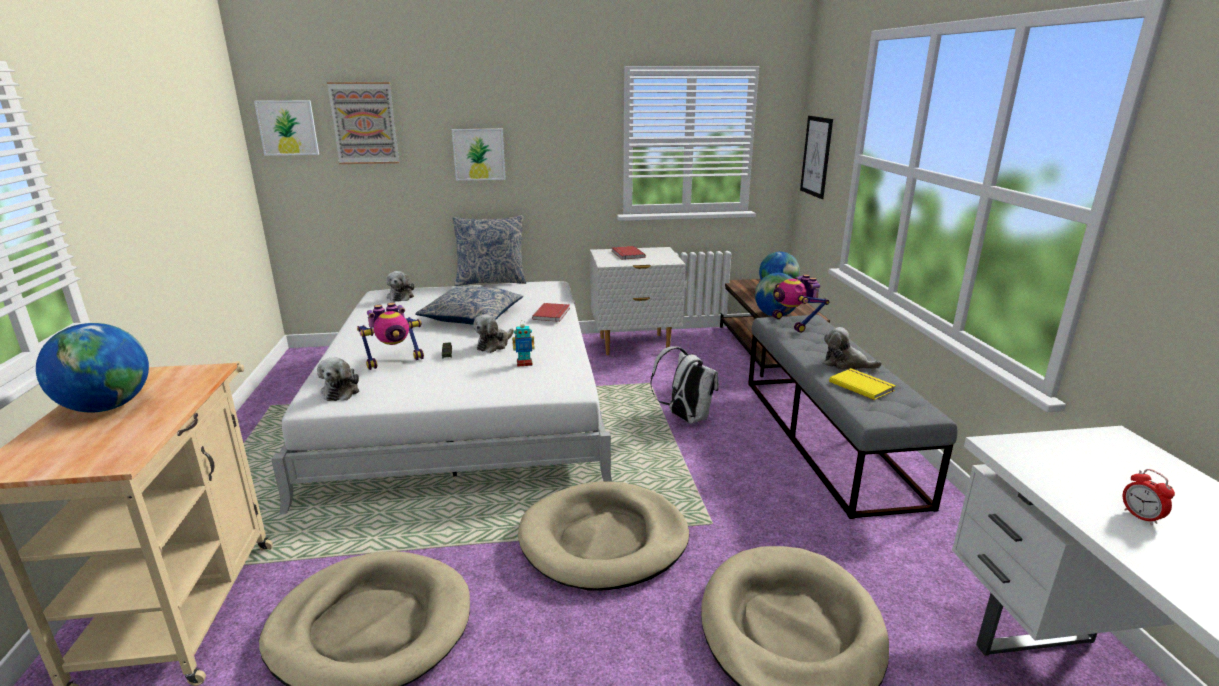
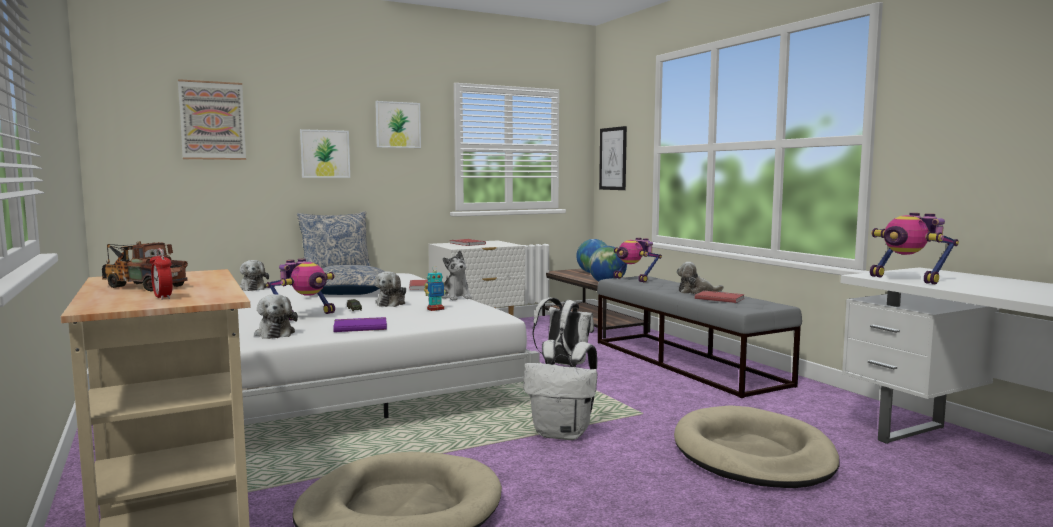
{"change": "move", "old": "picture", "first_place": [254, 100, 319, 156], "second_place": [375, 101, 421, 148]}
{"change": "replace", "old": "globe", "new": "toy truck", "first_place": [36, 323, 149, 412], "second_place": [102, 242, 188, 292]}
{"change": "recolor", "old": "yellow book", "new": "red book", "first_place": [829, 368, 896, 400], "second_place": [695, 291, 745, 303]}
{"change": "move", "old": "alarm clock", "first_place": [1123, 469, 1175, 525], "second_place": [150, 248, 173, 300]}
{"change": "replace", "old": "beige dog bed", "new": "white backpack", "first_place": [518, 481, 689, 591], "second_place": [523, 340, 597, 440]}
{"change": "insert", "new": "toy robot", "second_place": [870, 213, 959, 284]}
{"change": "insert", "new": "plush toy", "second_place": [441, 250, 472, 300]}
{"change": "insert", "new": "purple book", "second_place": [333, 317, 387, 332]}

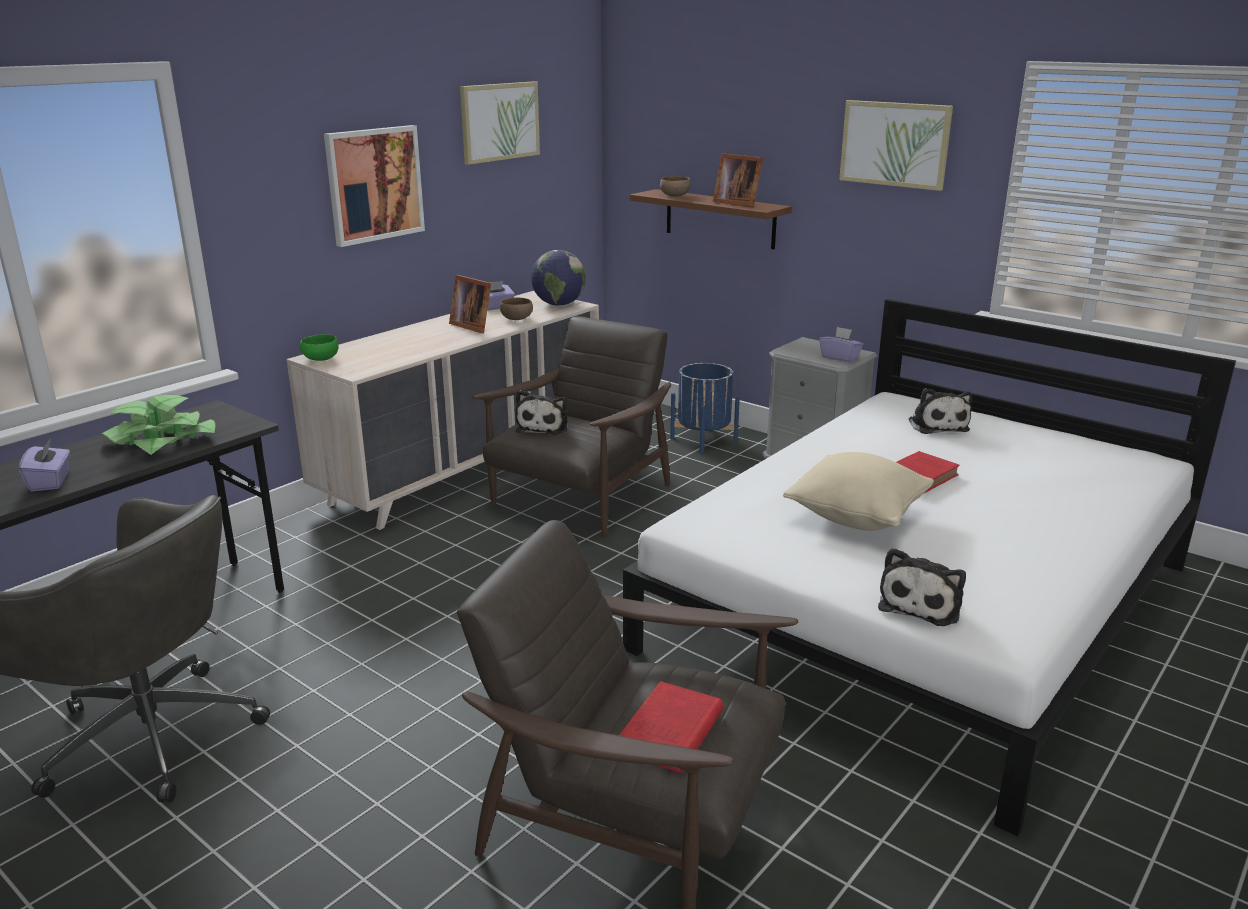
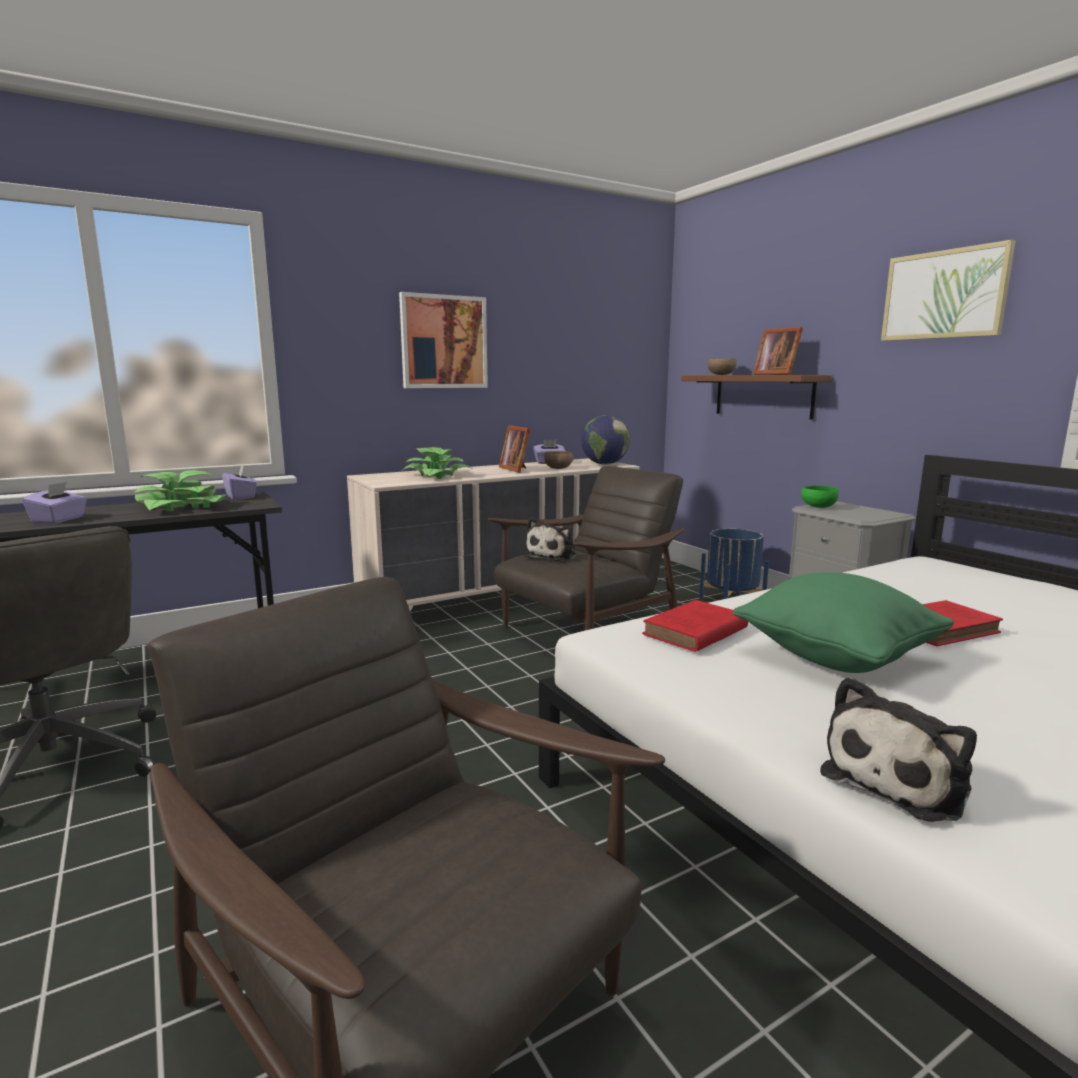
{"change": "delete", "old": "picture", "first_place": [460, 81, 540, 165]}
{"change": "move", "old": "purple tissue box", "first_place": [819, 327, 863, 362], "second_place": [222, 465, 257, 500]}
{"change": "move", "old": "green bowl", "first_place": [300, 334, 339, 361], "second_place": [801, 485, 839, 508]}
{"change": "delete", "old": "plush toy", "first_place": [908, 388, 972, 434]}
{"change": "recolor", "old": "beige pillow", "new": "green pillow", "first_place": [783, 452, 934, 531], "second_place": [733, 572, 954, 673]}
{"change": "move", "old": "red book", "first_place": [619, 681, 723, 773], "second_place": [642, 600, 748, 652]}
{"change": "insert", "new": "potted plant", "second_place": [401, 447, 471, 479]}

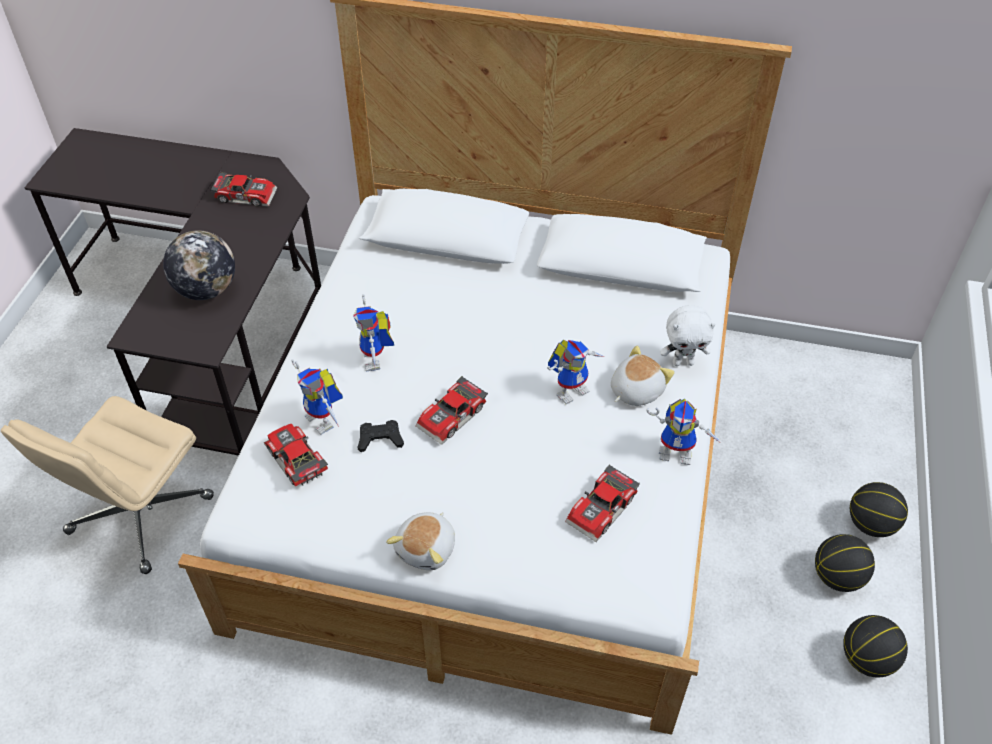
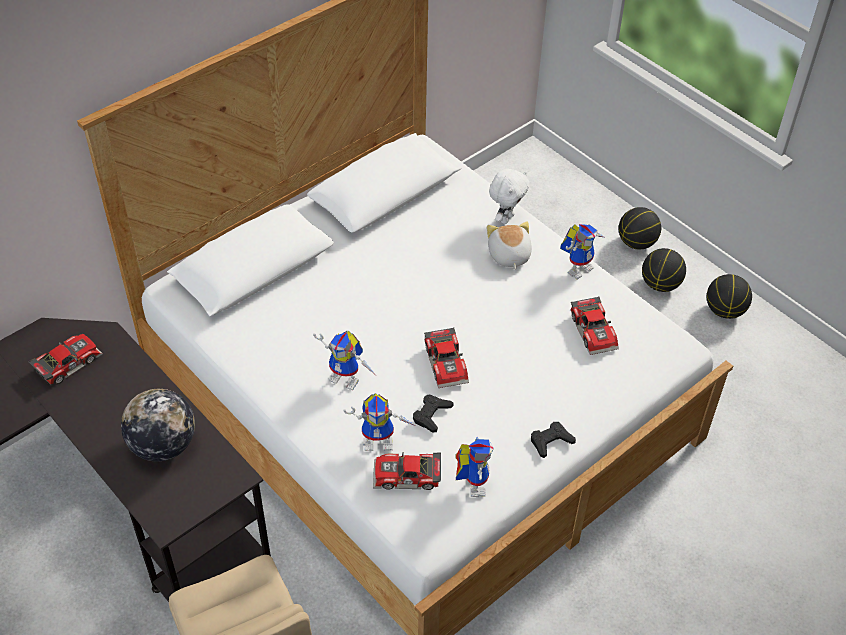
{"change": "move", "old": "toy robot", "first_place": [547, 340, 604, 404], "second_place": [455, 437, 493, 497]}
{"change": "replace", "old": "plush toy", "new": "black game controller", "first_place": [386, 512, 455, 570], "second_place": [531, 422, 576, 458]}

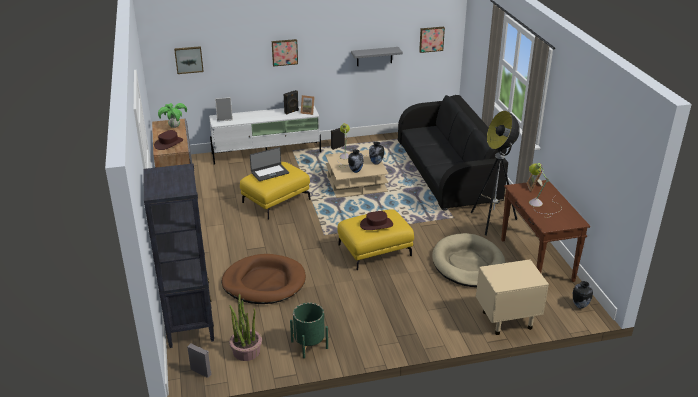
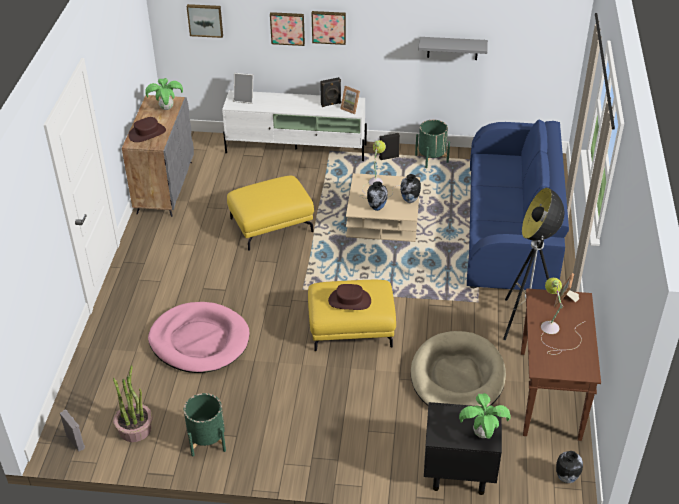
{"change": "move", "old": "picture", "first_place": [419, 27, 445, 53], "second_place": [270, 12, 305, 46]}
{"change": "recolor", "old": "black sofa", "new": "blue sofa", "first_place": [398, 95, 508, 211], "second_place": [467, 119, 569, 290]}
{"change": "delete", "old": "laptop", "first_place": [250, 147, 289, 181]}
{"change": "delete", "old": "black bookcase", "first_place": [143, 163, 214, 348]}
{"change": "recolor", "old": "brown dog bed", "new": "pink dog bed", "first_place": [222, 254, 306, 304], "second_place": [148, 302, 249, 373]}
{"change": "recolor", "old": "beige nightstand", "new": "black nightstand", "first_place": [476, 259, 549, 335], "second_place": [424, 402, 502, 495]}
{"change": "insert", "new": "green planter", "second_place": [415, 120, 450, 168]}
{"change": "insert", "new": "potted plant", "second_place": [459, 393, 511, 439]}

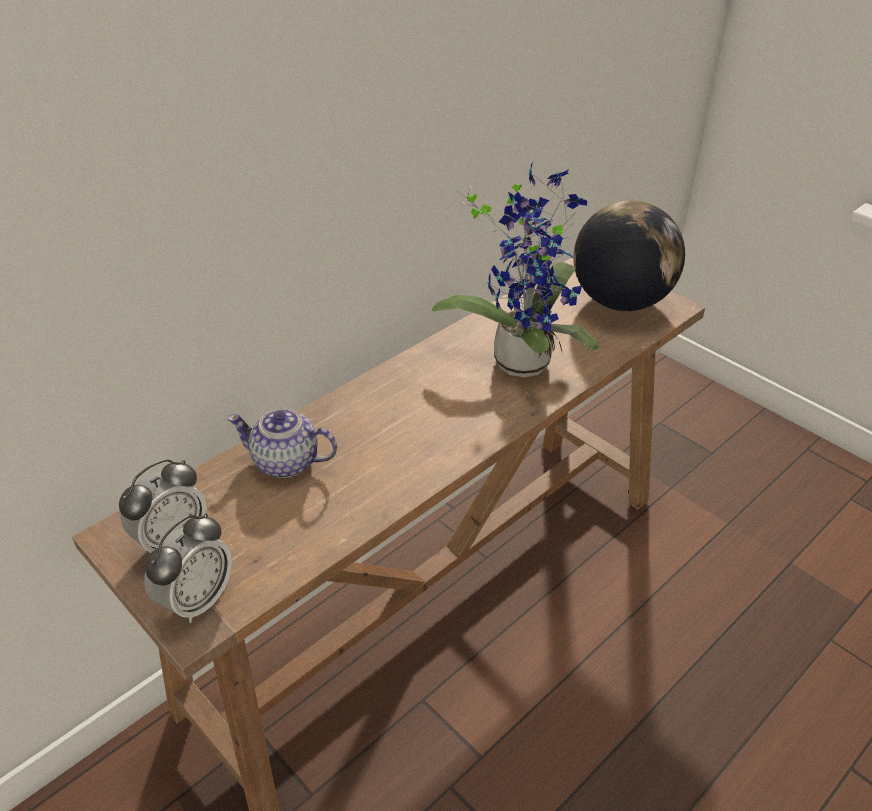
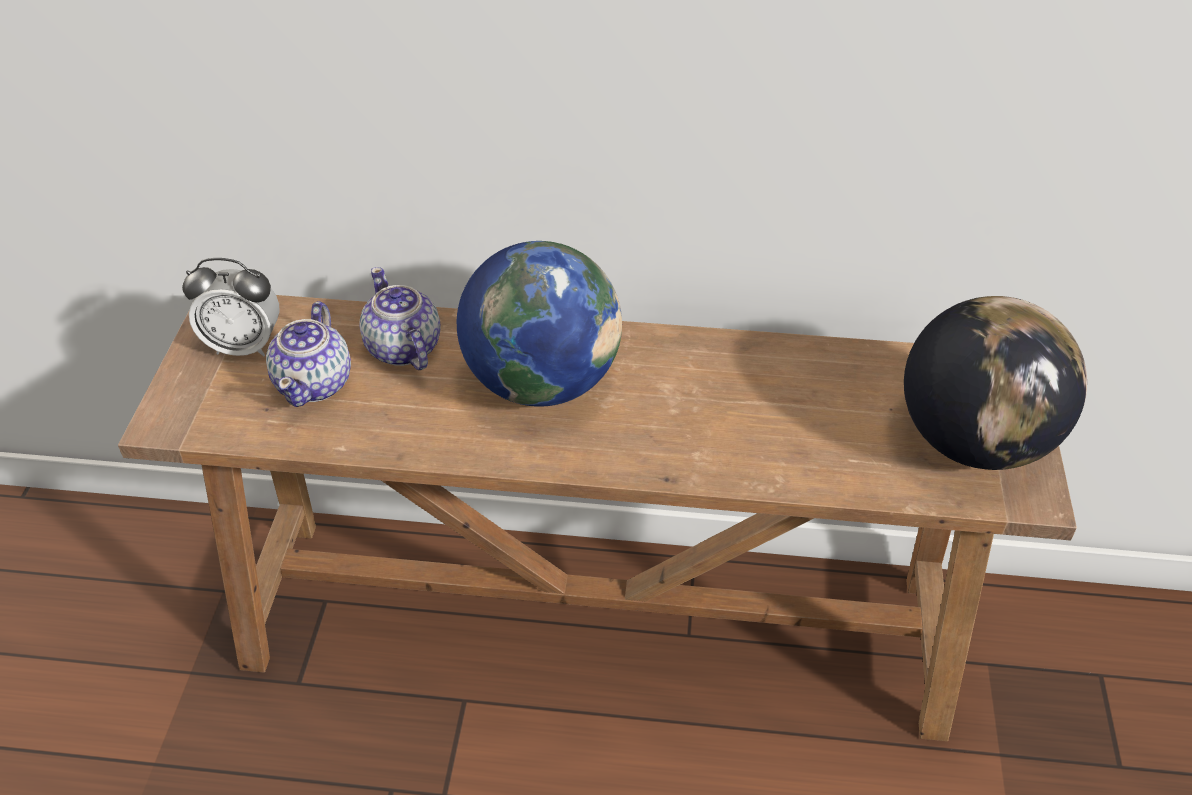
{"change": "delete", "old": "potted plant", "first_place": [432, 162, 599, 377]}
{"change": "delete", "old": "alarm clock", "first_place": [144, 513, 232, 623]}
{"change": "insert", "new": "globe", "second_place": [457, 241, 622, 407]}
{"change": "insert", "new": "teapot", "second_place": [266, 301, 351, 407]}

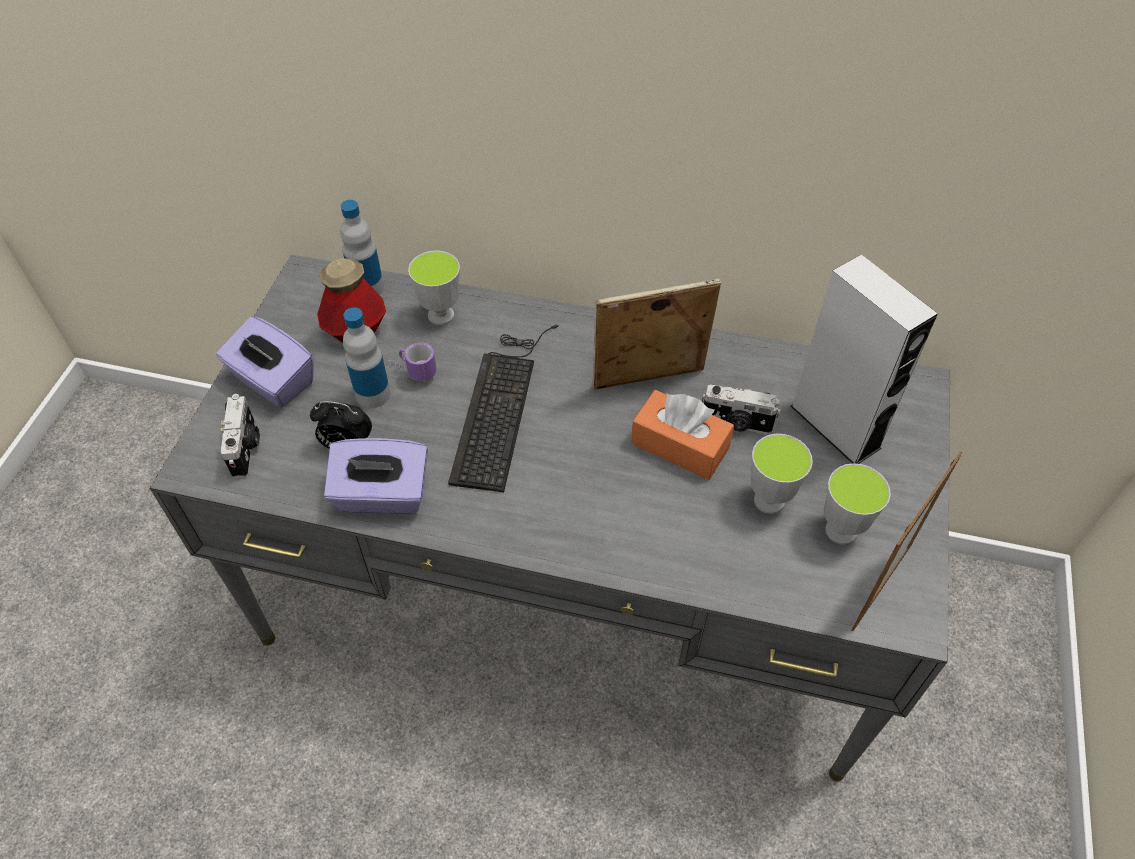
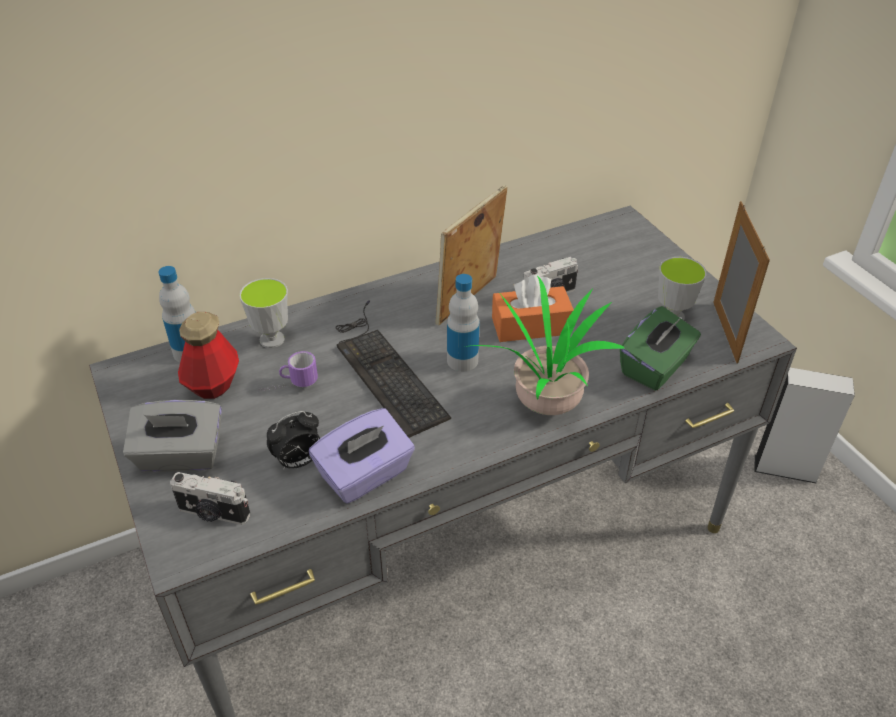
{"change": "move", "old": "grey speaker", "first_place": [791, 255, 938, 464], "second_place": [755, 368, 855, 484]}
{"change": "move", "old": "bottle", "first_place": [343, 307, 391, 408], "second_place": [447, 274, 479, 372]}
{"change": "recolor", "old": "purple tissue box", "new": "grey tissue box", "first_place": [216, 316, 314, 408], "second_place": [123, 400, 222, 472]}
{"change": "rotate", "old": "photo camera", "first_place": [220, 394, 260, 479], "second_place": [170, 472, 251, 525], "degrees": 150}
{"change": "delete", "old": "cup", "first_place": [750, 434, 813, 514]}
{"change": "insert", "new": "potted plant", "second_place": [466, 276, 624, 415]}
{"change": "insert", "new": "green tissue box", "second_place": [620, 306, 701, 391]}

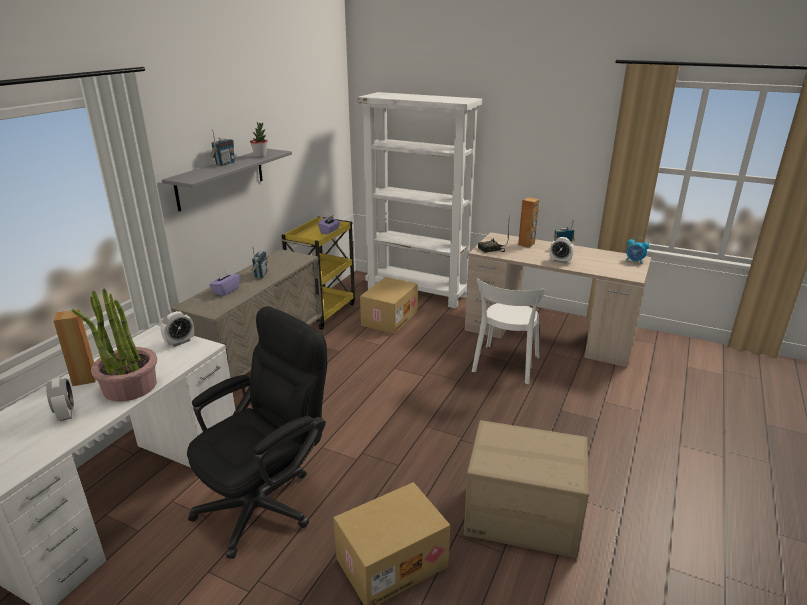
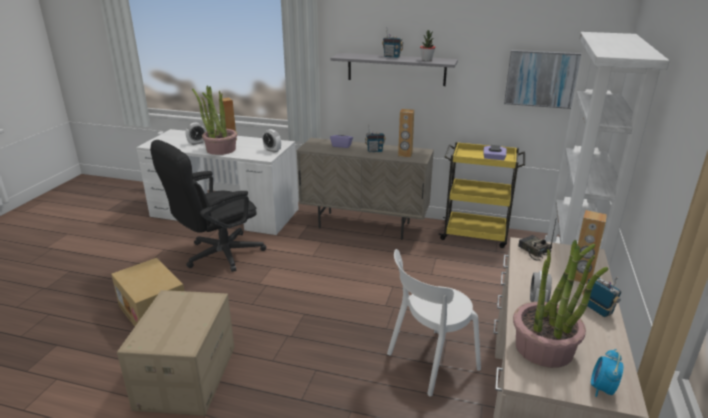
{"change": "delete", "old": "cardboard box", "first_place": [360, 277, 418, 334]}
{"change": "rotate", "old": "white chair", "first_place": [472, 278, 545, 384], "second_place": [387, 249, 481, 397], "degrees": -45}
{"change": "rotate", "old": "black office chair", "first_place": [187, 306, 327, 559], "second_place": [150, 140, 266, 272], "degrees": 105}
{"change": "insert", "new": "picture", "second_place": [504, 50, 581, 109]}
{"change": "insert", "new": "brown speaker", "second_place": [398, 109, 414, 157]}
{"change": "insert", "new": "potted plant", "second_place": [513, 240, 608, 368]}

